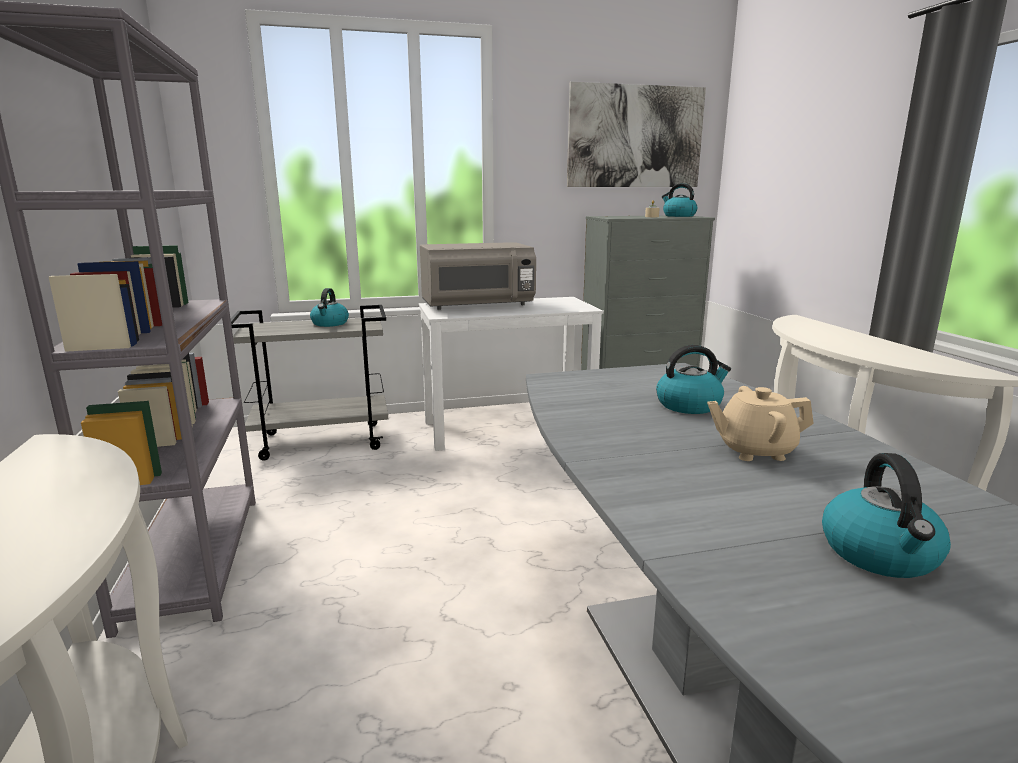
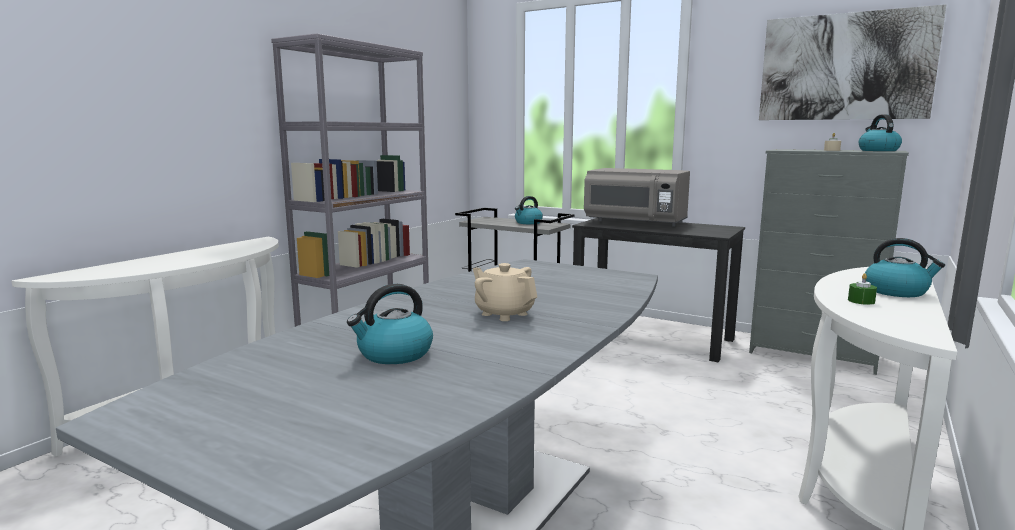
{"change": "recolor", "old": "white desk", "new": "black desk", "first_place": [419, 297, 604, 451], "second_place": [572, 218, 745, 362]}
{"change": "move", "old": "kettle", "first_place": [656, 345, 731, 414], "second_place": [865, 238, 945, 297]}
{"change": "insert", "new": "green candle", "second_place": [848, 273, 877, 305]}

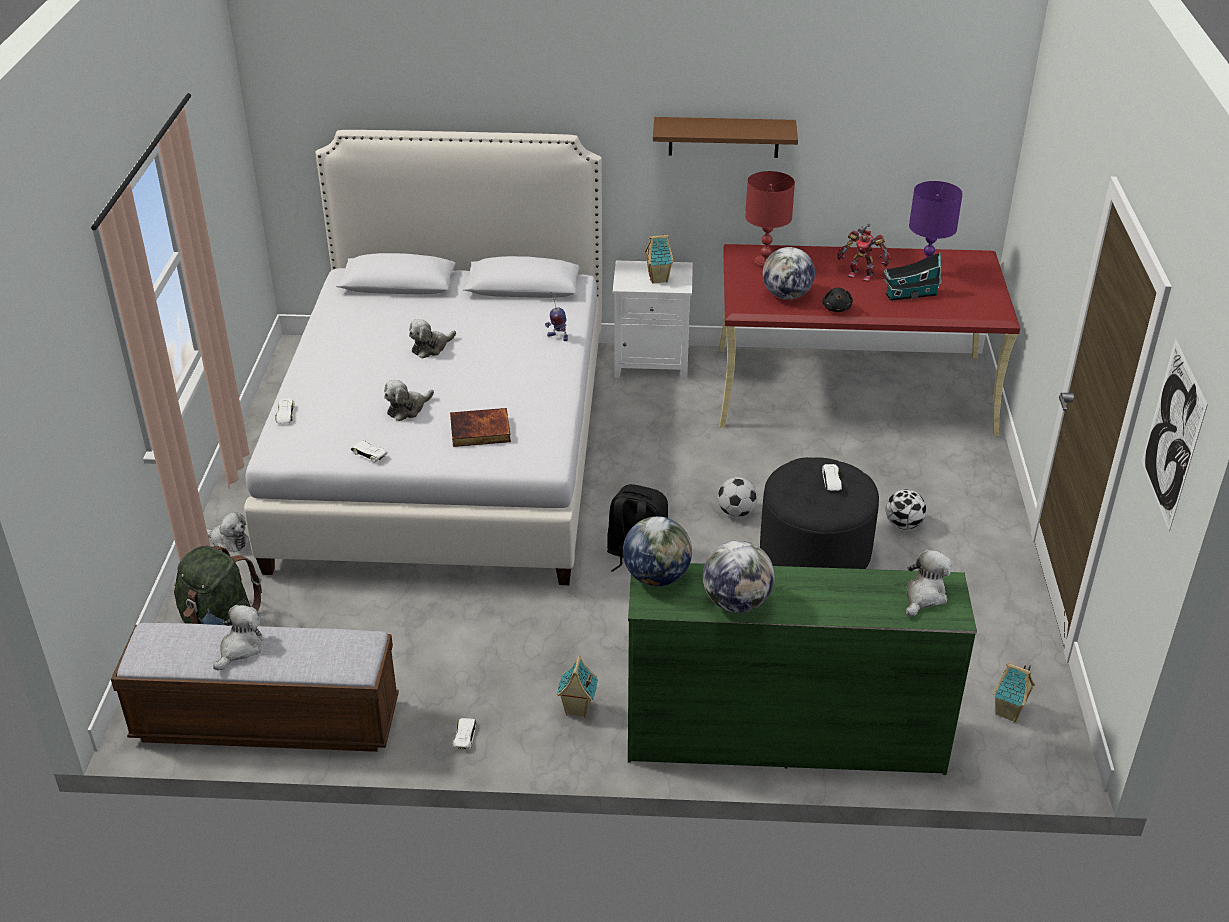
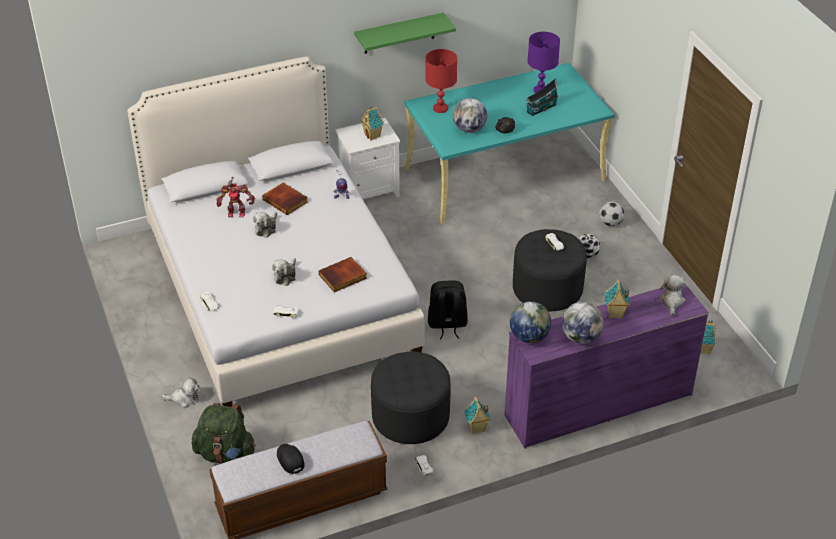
{"change": "recolor", "old": "brown shelf", "new": "green shelf", "first_place": [653, 117, 798, 158], "second_place": [354, 13, 456, 54]}
{"change": "move", "old": "toy robot", "first_place": [838, 224, 891, 282], "second_place": [216, 177, 255, 217]}
{"change": "recolor", "old": "red desk", "new": "turquoise desk", "first_place": [719, 244, 1020, 436], "second_place": [404, 63, 615, 224]}
{"change": "delete", "old": "picture", "first_place": [1142, 339, 1208, 531]}
{"change": "move", "old": "football", "first_place": [718, 477, 758, 517], "second_place": [599, 202, 624, 226]}
{"change": "recolor", "old": "green dresser", "new": "purple dresser", "first_place": [628, 563, 977, 775], "second_place": [505, 284, 709, 448]}
{"change": "replace", "old": "plush toy", "new": "black cap", "first_place": [213, 605, 262, 670], "second_place": [277, 444, 305, 474]}
{"change": "insert", "new": "book", "second_place": [262, 182, 308, 215]}
{"change": "insert", "new": "toy house", "second_place": [604, 279, 630, 319]}
{"change": "insert", "new": "black ottoman", "second_place": [371, 352, 451, 444]}

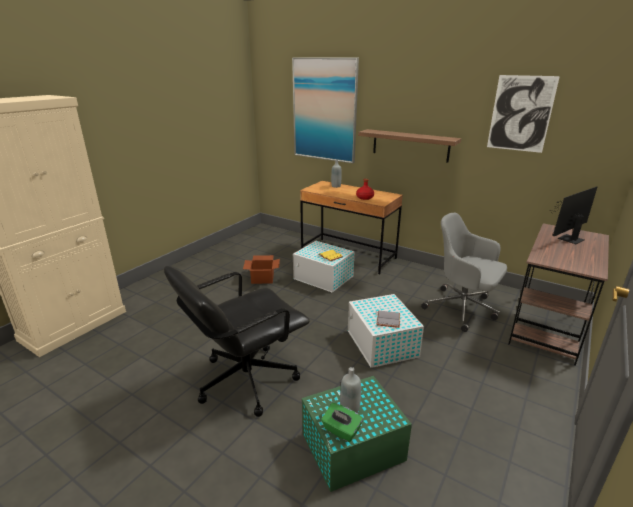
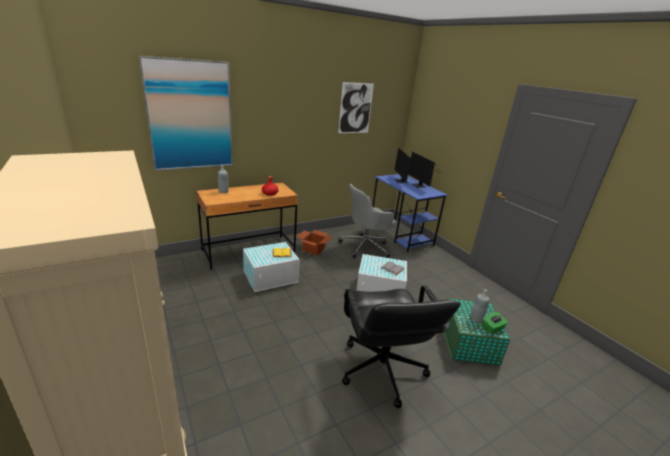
{"change": "delete", "old": "shelf", "first_place": [358, 129, 461, 162]}
{"change": "recolor", "old": "brown desk", "new": "blue desk", "first_place": [509, 223, 609, 366], "second_place": [372, 174, 447, 252]}
{"change": "move", "old": "cardboard box", "first_place": [243, 255, 280, 284], "second_place": [296, 230, 333, 255]}
{"change": "insert", "new": "monitor", "second_place": [408, 152, 440, 188]}

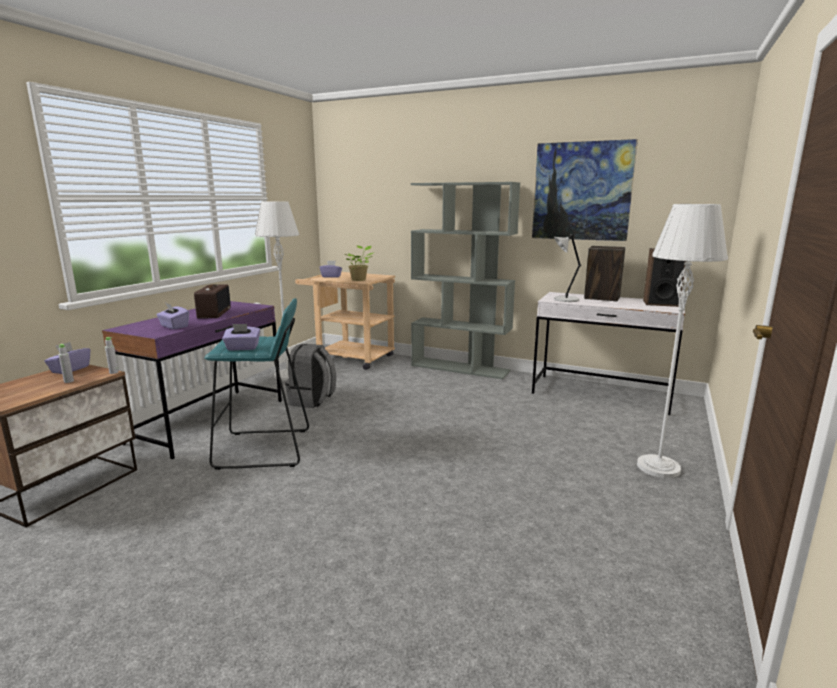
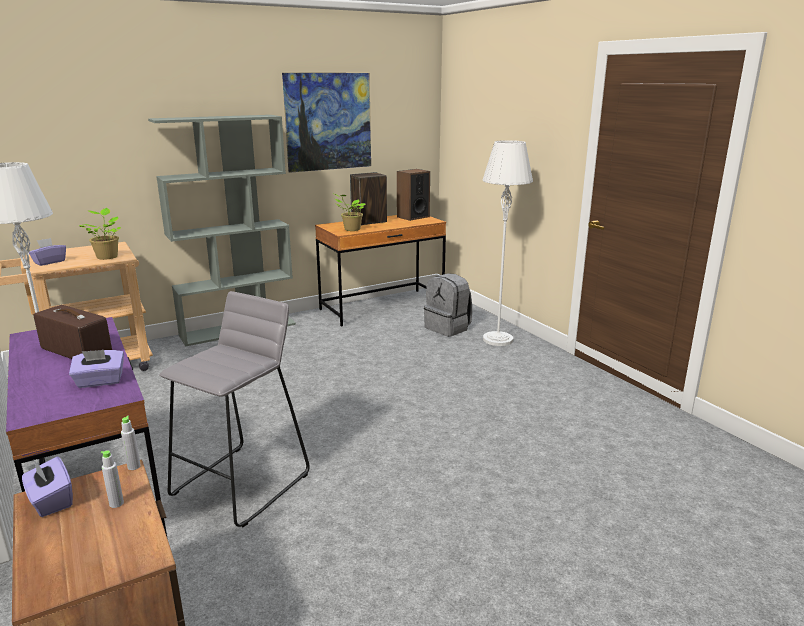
{"change": "replace", "old": "grey table lamp", "new": "potted plant", "first_place": [554, 234, 581, 302], "second_place": [332, 193, 366, 231]}
{"change": "recolor", "old": "white desk", "new": "brown desk", "first_place": [532, 292, 685, 415], "second_place": [315, 215, 446, 327]}
{"change": "recolor", "old": "turquoise stool", "new": "grey stool", "first_place": [204, 298, 309, 470], "second_place": [159, 291, 310, 527]}
{"change": "delete", "old": "purple tissue box", "first_place": [222, 324, 260, 350]}
{"change": "move", "old": "grey backpack", "first_place": [285, 344, 336, 408], "second_place": [424, 273, 472, 337]}

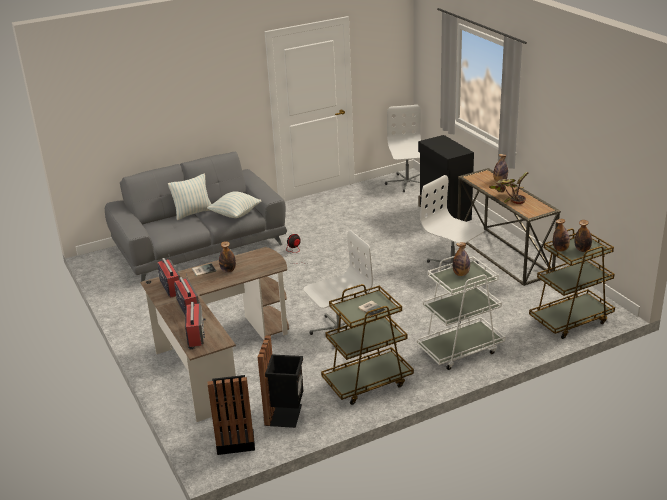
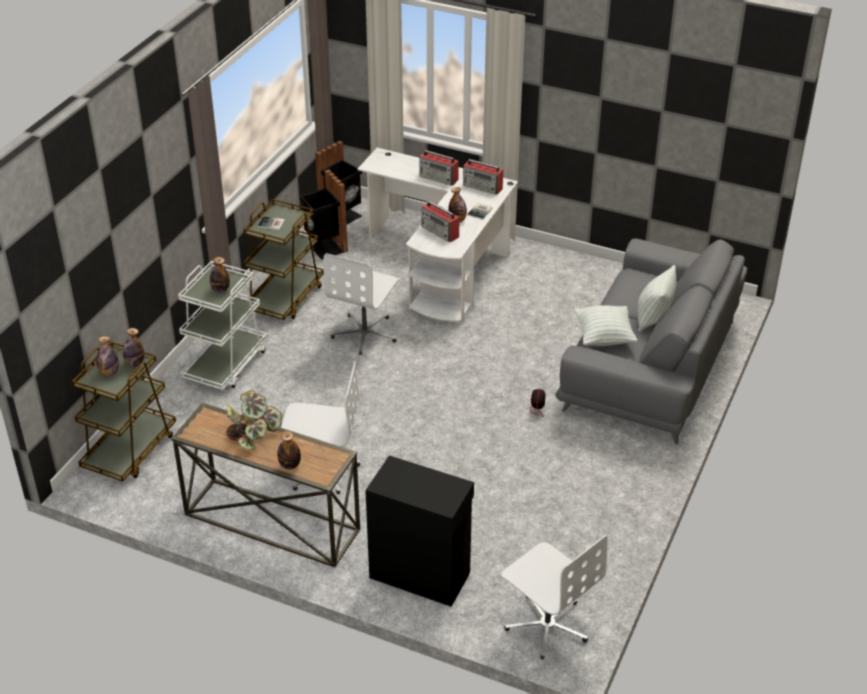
{"change": "recolor", "old": "brown desk", "new": "white desk", "first_place": [140, 247, 289, 422], "second_place": [357, 148, 518, 324]}
{"change": "move", "old": "radio", "first_place": [185, 299, 206, 347], "second_place": [421, 201, 460, 242]}

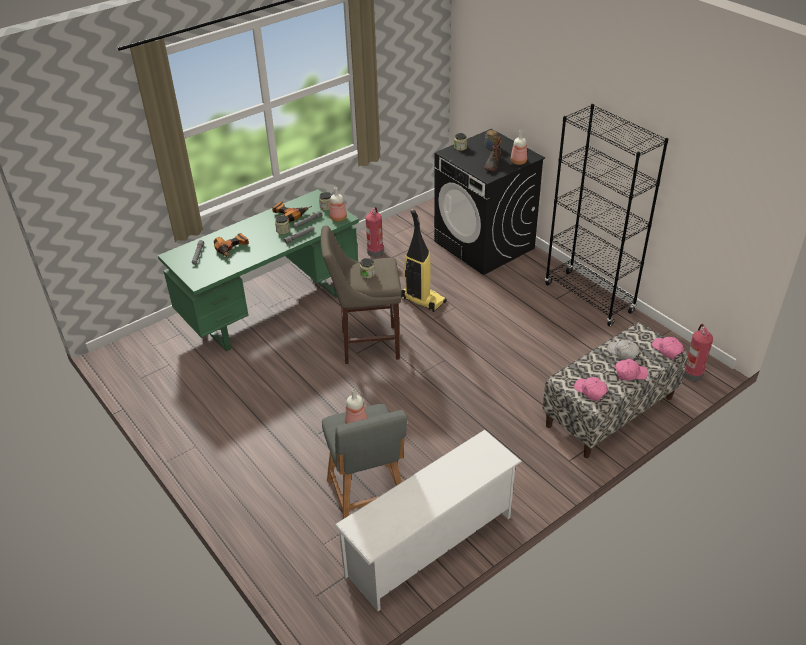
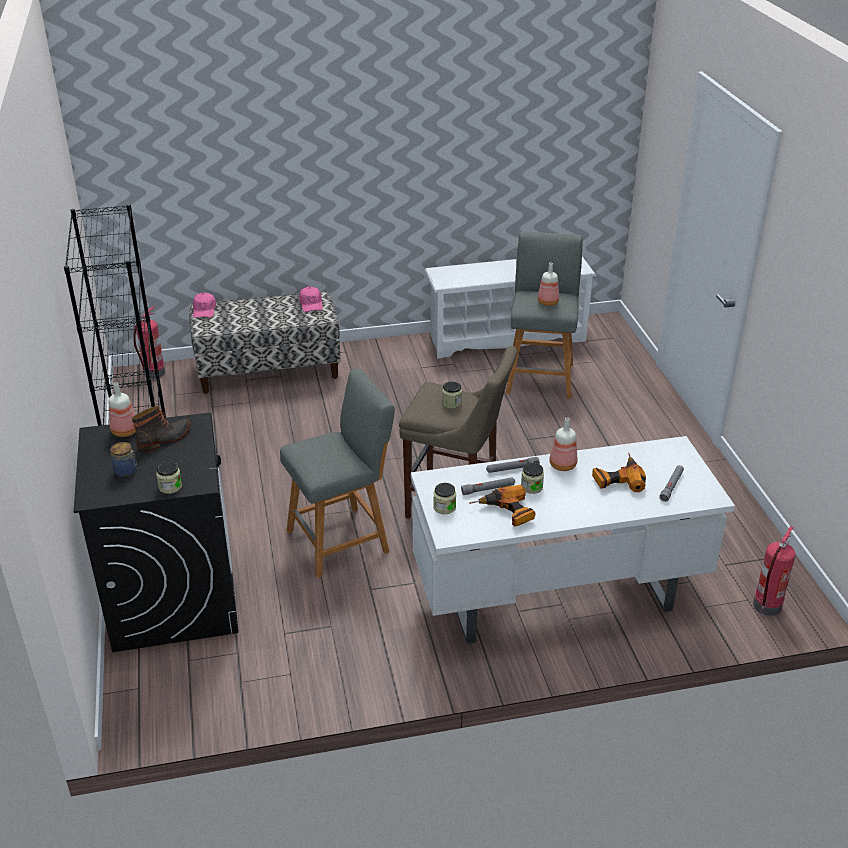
{"change": "move", "old": "bottle", "first_place": [329, 187, 347, 222], "second_place": [549, 418, 577, 471]}
{"change": "recolor", "old": "green desk", "new": "white desk", "first_place": [158, 189, 359, 351], "second_place": [411, 436, 735, 644]}
{"change": "move", "old": "fire extinguisher", "first_place": [366, 207, 383, 257], "second_place": [753, 526, 796, 616]}
{"change": "replace", "old": "vacuum cleaner", "new": "grey stool", "first_place": [401, 209, 447, 312], "second_place": [280, 368, 395, 578]}
{"change": "delete", "old": "white cap", "first_place": [607, 339, 640, 361]}
{"change": "delete", "old": "pink cap", "first_place": [614, 359, 648, 380]}

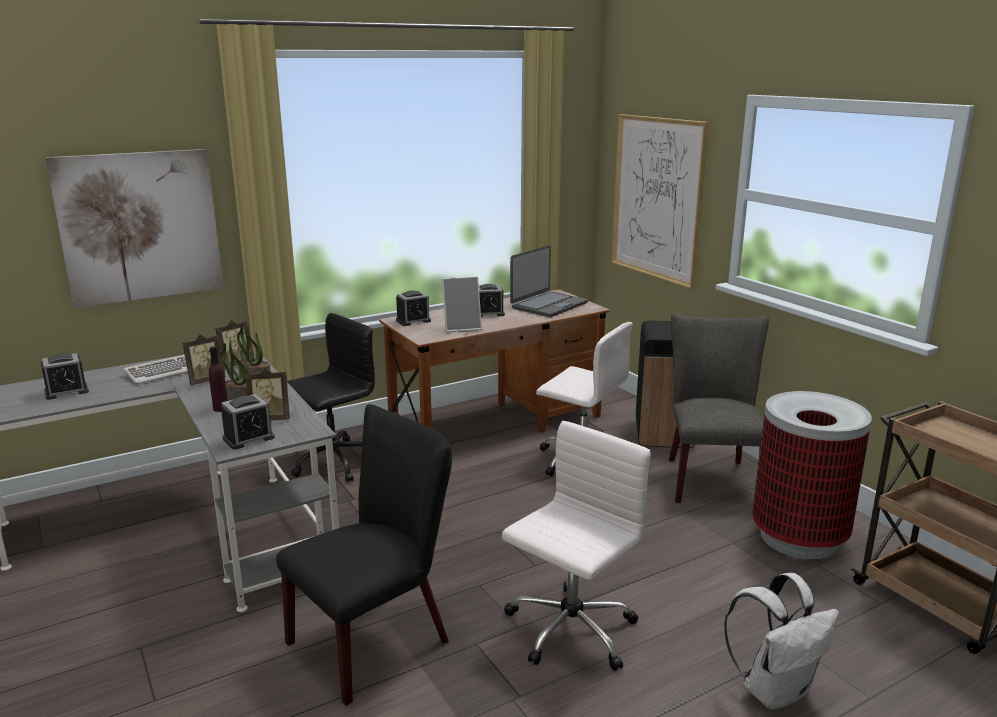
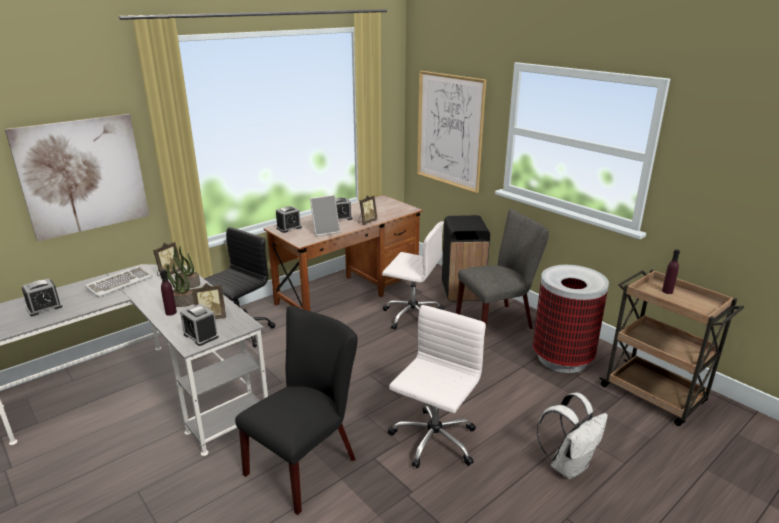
{"change": "delete", "old": "laptop", "first_place": [510, 245, 588, 317]}
{"change": "rotate", "old": "grey chair", "first_place": [669, 313, 769, 503], "second_place": [456, 209, 549, 341], "degrees": 75}
{"change": "move", "old": "picture frame", "first_place": [182, 334, 226, 385], "second_place": [358, 195, 377, 225]}
{"change": "rotate", "old": "alarm clock", "first_place": [221, 394, 275, 450], "second_place": [180, 304, 219, 346], "degrees": 90}
{"change": "insert", "new": "purple bottle", "second_place": [662, 249, 680, 294]}

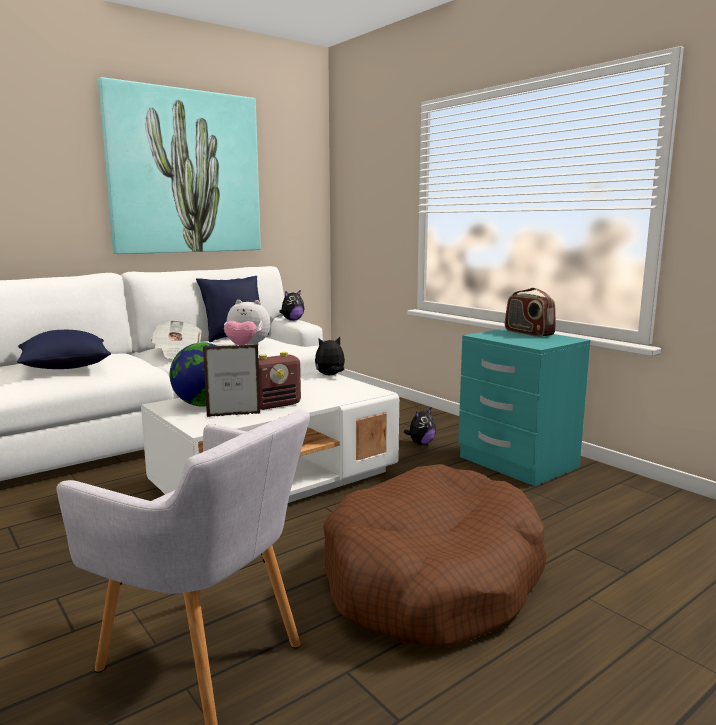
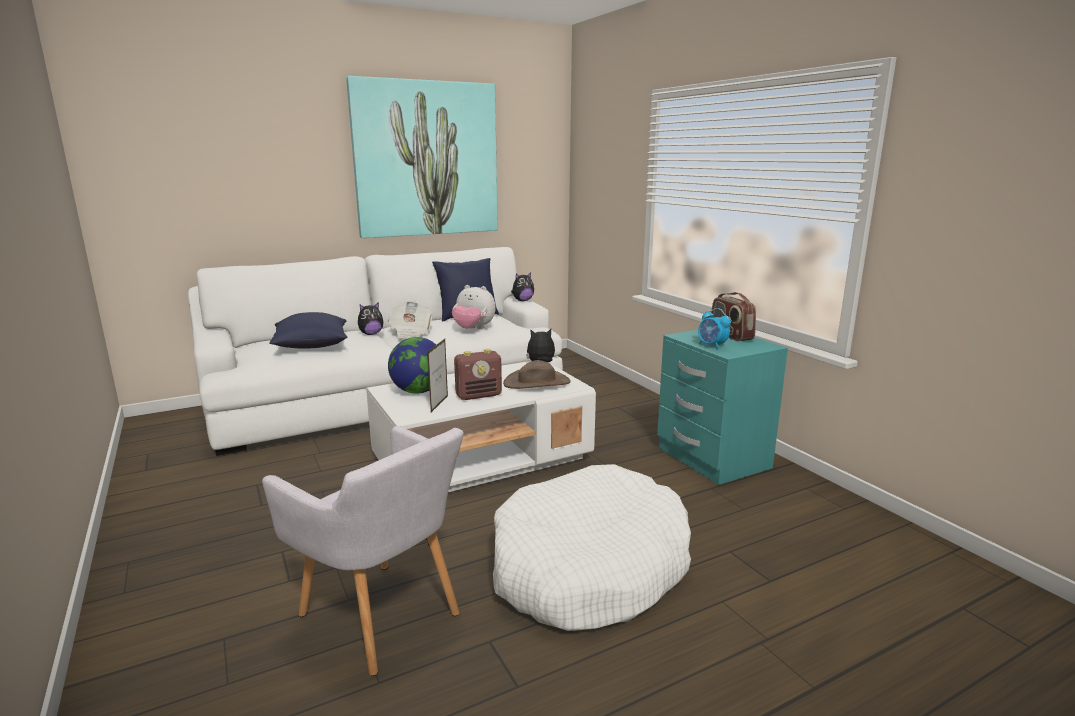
{"change": "rotate", "old": "picture frame", "first_place": [203, 345, 261, 417], "second_place": [427, 339, 448, 413], "degrees": 105}
{"change": "move", "old": "plush toy", "first_place": [404, 408, 436, 445], "second_place": [358, 302, 383, 335]}
{"change": "recolor", "old": "brown dog bed", "new": "white dog bed", "first_place": [323, 464, 547, 648], "second_place": [493, 464, 691, 631]}
{"change": "insert", "new": "alarm clock", "second_place": [698, 308, 731, 349]}
{"change": "insert", "new": "brown hat", "second_place": [503, 360, 571, 389]}

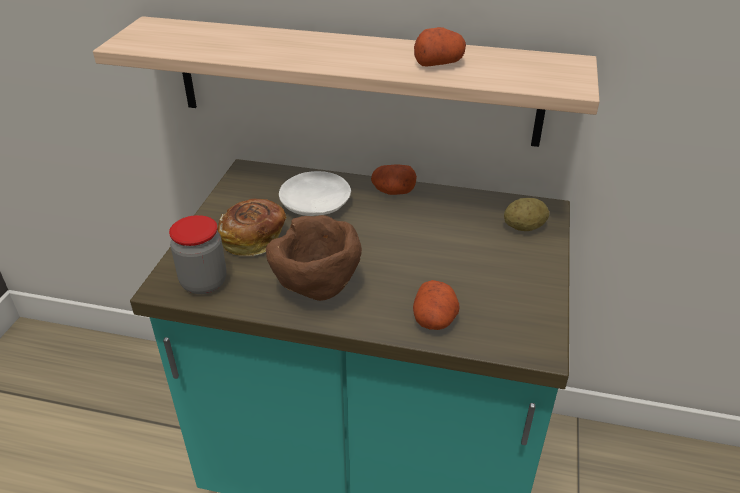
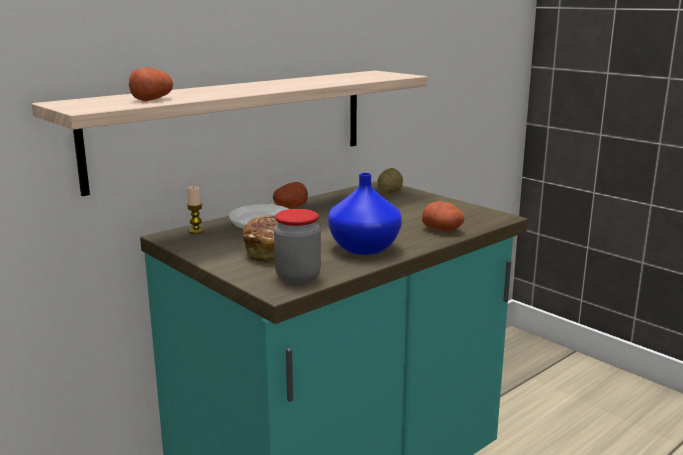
{"change": "move", "old": "potato", "first_place": [414, 27, 466, 67], "second_place": [129, 67, 173, 101]}
{"change": "replace", "old": "brown bowl", "new": "blue vase", "first_place": [266, 215, 362, 301], "second_place": [328, 173, 402, 255]}
{"change": "insert", "new": "candle", "second_place": [187, 186, 204, 234]}

